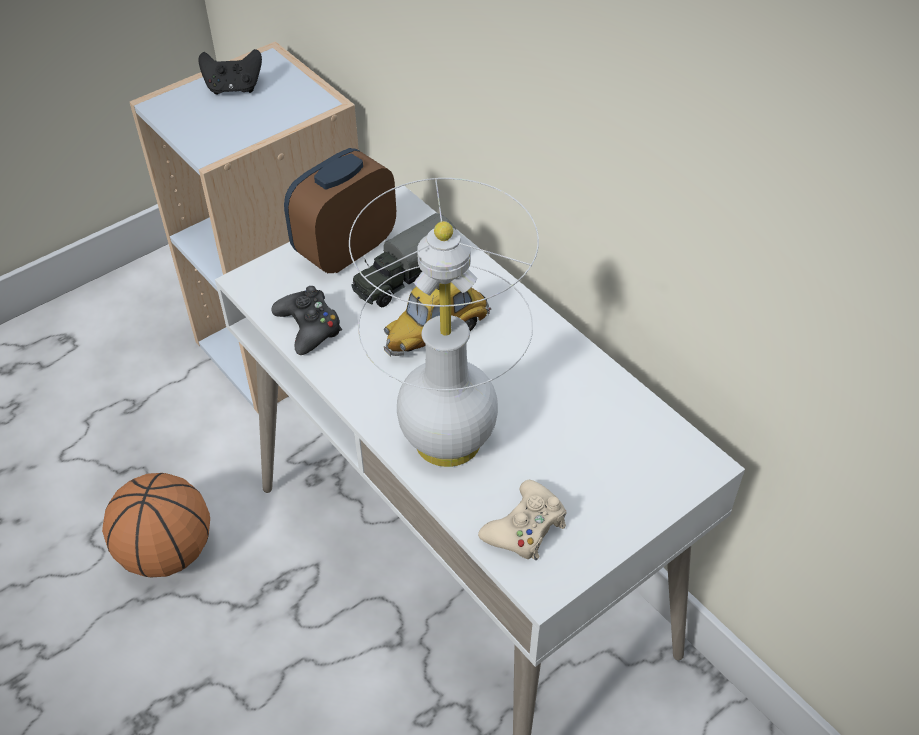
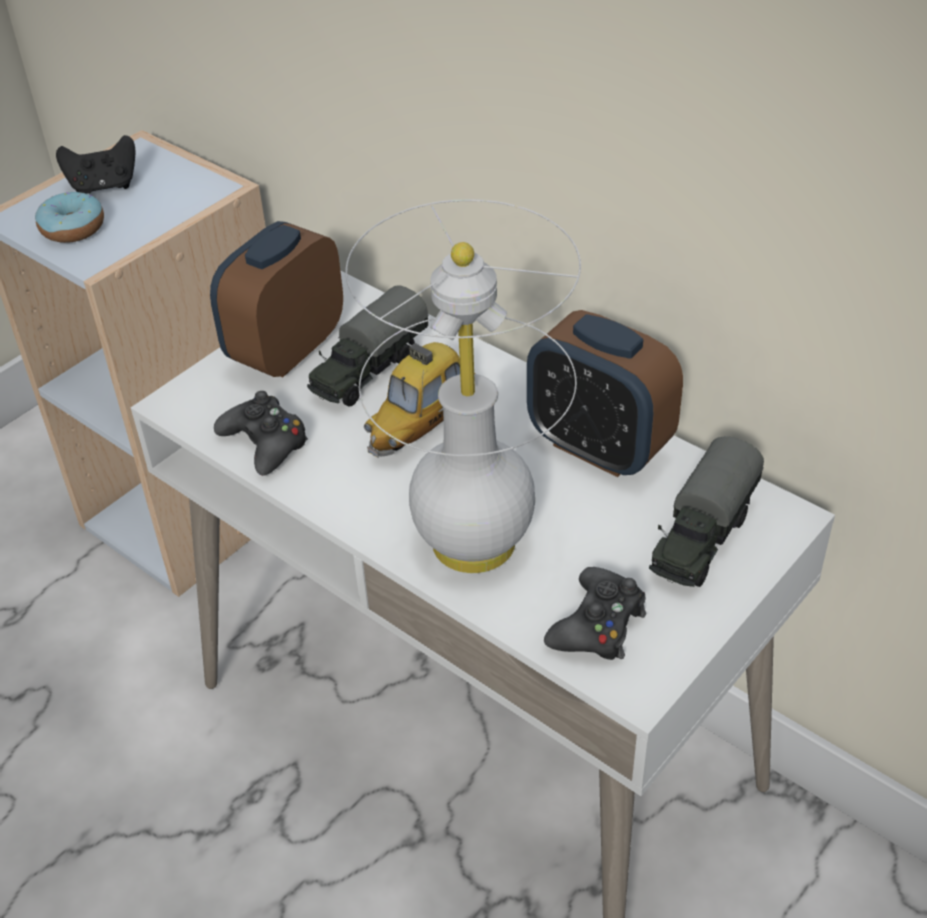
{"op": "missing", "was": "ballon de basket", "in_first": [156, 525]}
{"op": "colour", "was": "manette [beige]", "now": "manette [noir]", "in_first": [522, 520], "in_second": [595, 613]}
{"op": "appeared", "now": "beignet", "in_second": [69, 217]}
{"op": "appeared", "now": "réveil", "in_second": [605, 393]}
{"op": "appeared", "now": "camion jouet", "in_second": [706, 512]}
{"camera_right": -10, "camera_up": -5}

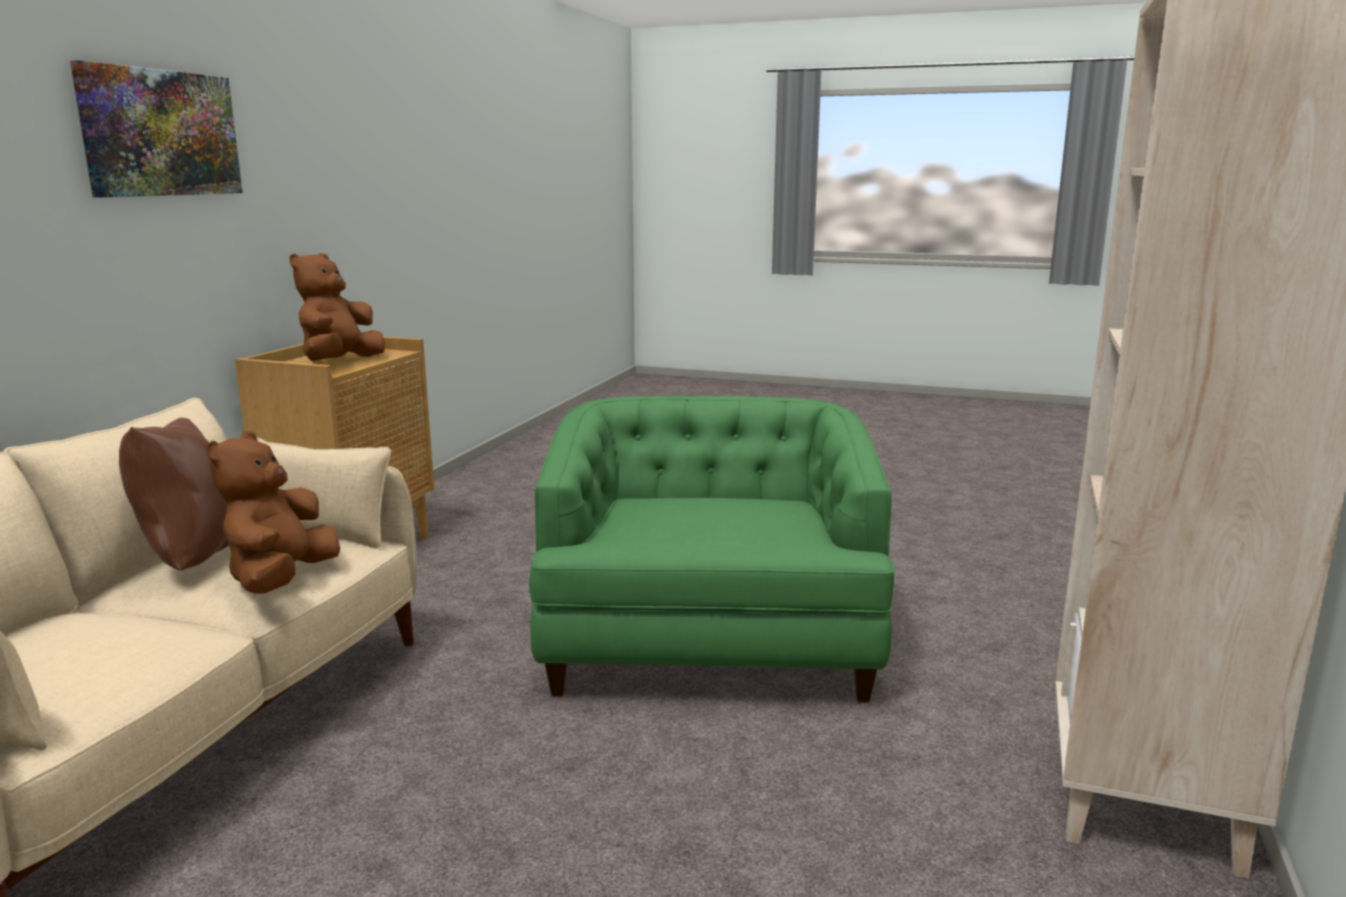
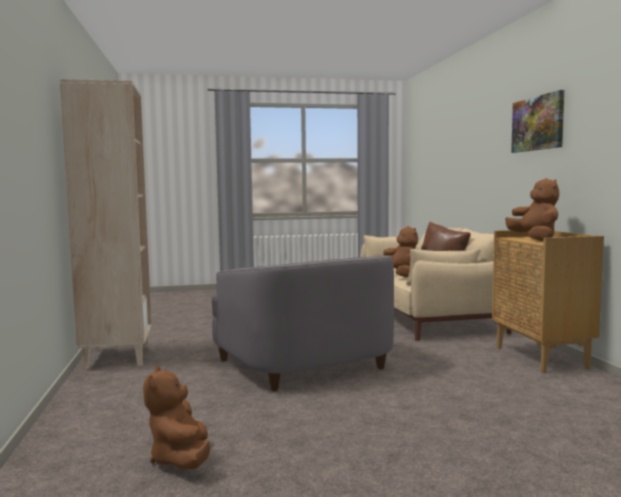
{"op": "colour", "was": "fauteuil [vert]", "now": "fauteuil [gris]", "in_first": [712, 549], "in_second": [303, 323]}
{"op": "appeared", "now": "peluche [marron]", "in_second": [176, 417]}
{"camera_right": 150, "camera_up": -10}

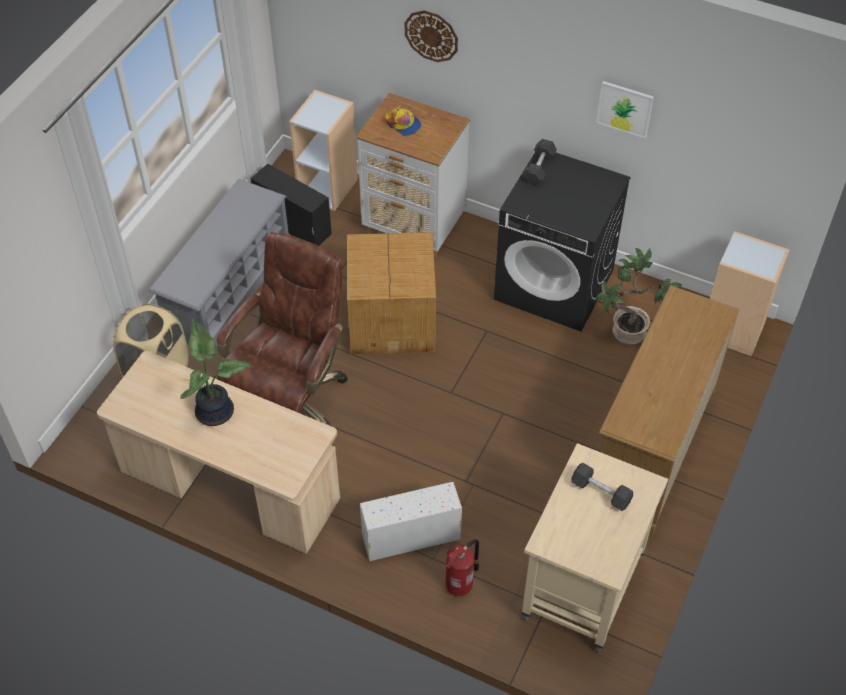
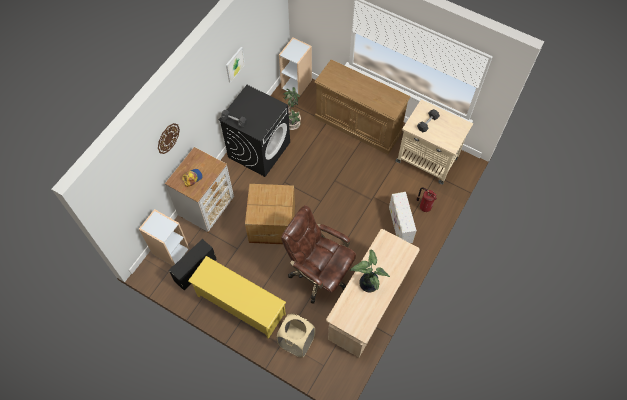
{"op": "colour", "was": "étagère à chaussures [gris]", "now": "étagère à chaussures [jaune]", "in_first": [219, 263], "in_second": [237, 297]}
{"camera_right": -85, "camera_up": 10}

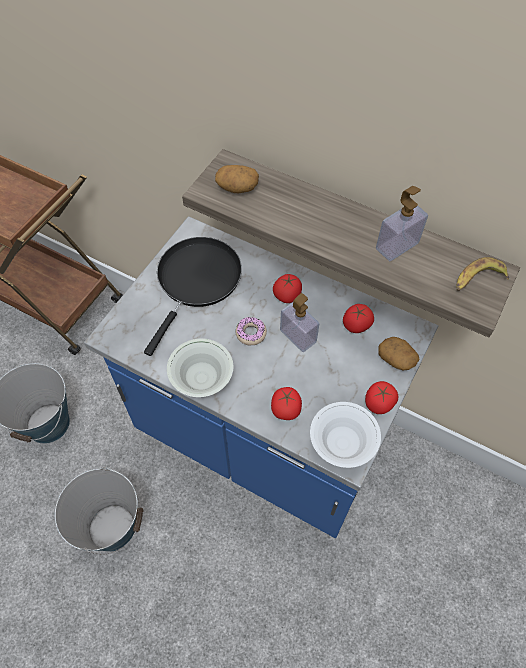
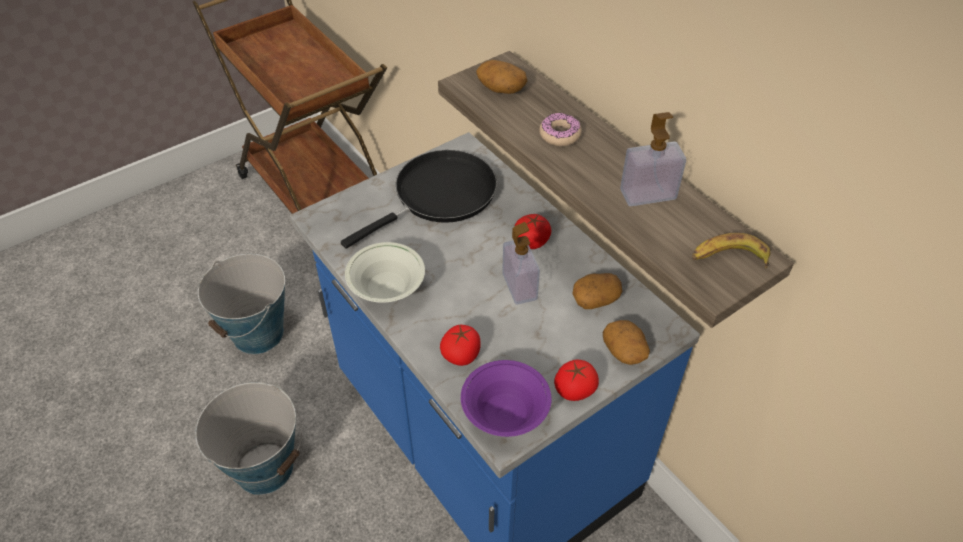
{"op": "relocated", "was": "beignet", "in_first": [251, 331], "in_second": [560, 129]}
{"op": "colour", "was": "bol [blanc]", "now": "bol [violet]", "in_first": [345, 435], "in_second": [506, 398]}
{"op": "exchanged", "was": "tomate", "now": "pomme de terre", "in_first": [358, 318], "in_second": [597, 291]}
{"camera_right": 25, "camera_up": -10}

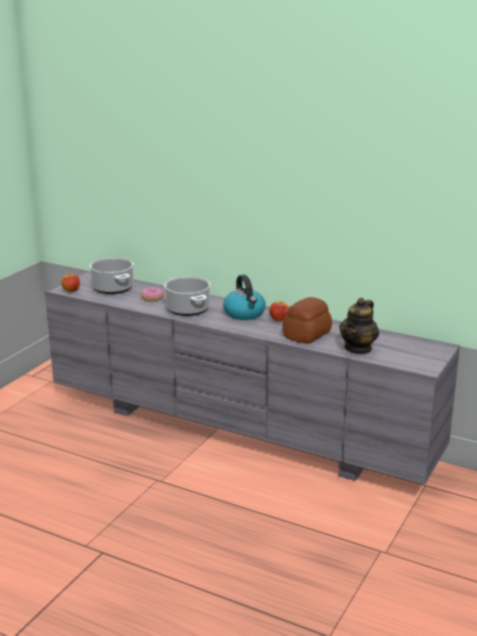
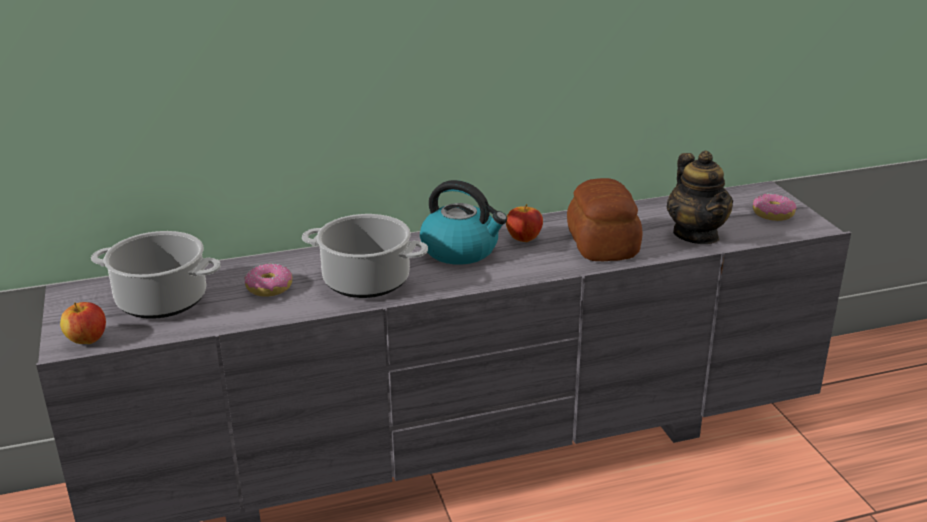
{"op": "appeared", "now": "beignet", "in_second": [775, 207]}
{"camera_right": -45, "camera_up": 5}

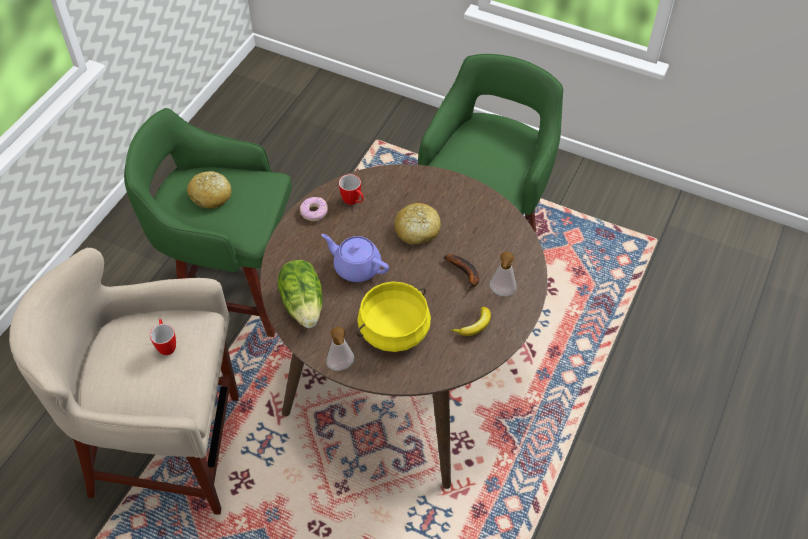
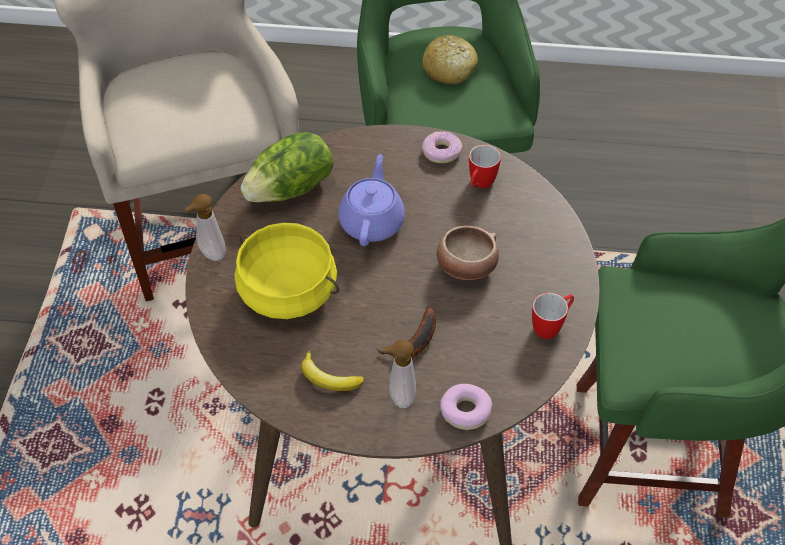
{"op": "relocated", "was": "mug", "in_first": [163, 337], "in_second": [553, 315]}
{"op": "exchanged", "was": "pain", "now": "bol", "in_first": [418, 224], "in_second": [468, 253]}
{"op": "appeared", "now": "beignet", "in_second": [466, 407]}
{"camera_right": 70, "camera_up": 0}

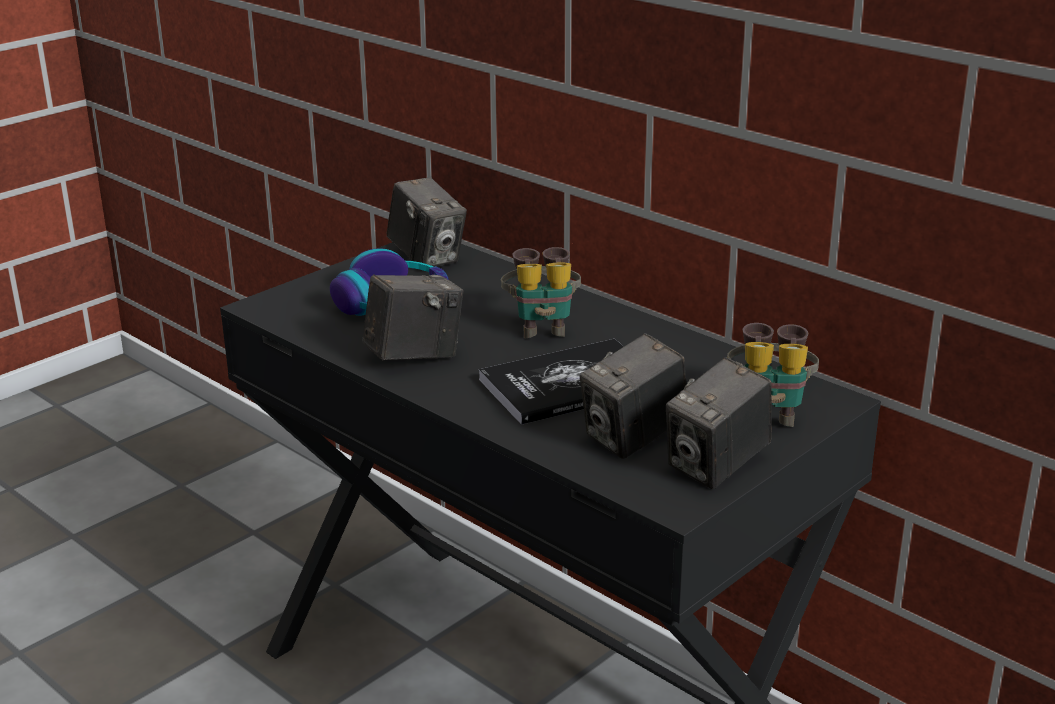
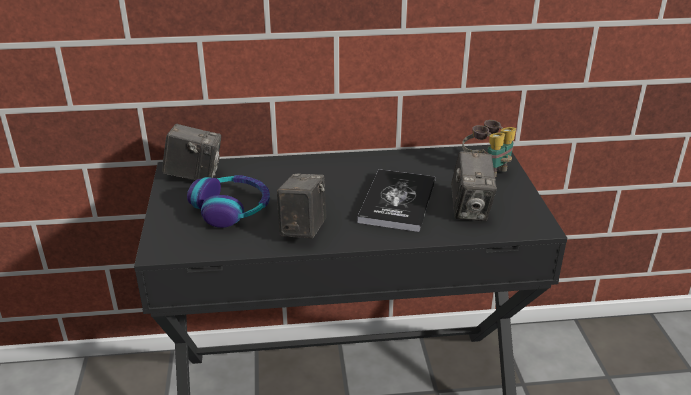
{"op": "missing", "was": "jumelles", "in_first": [541, 292]}
{"op": "missing", "was": "appareil photo", "in_first": [719, 423]}
{"camera_right": -50, "camera_up": 5}

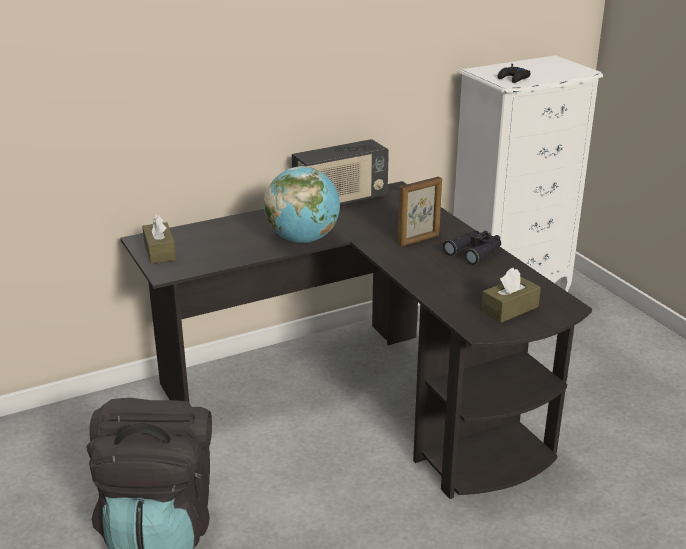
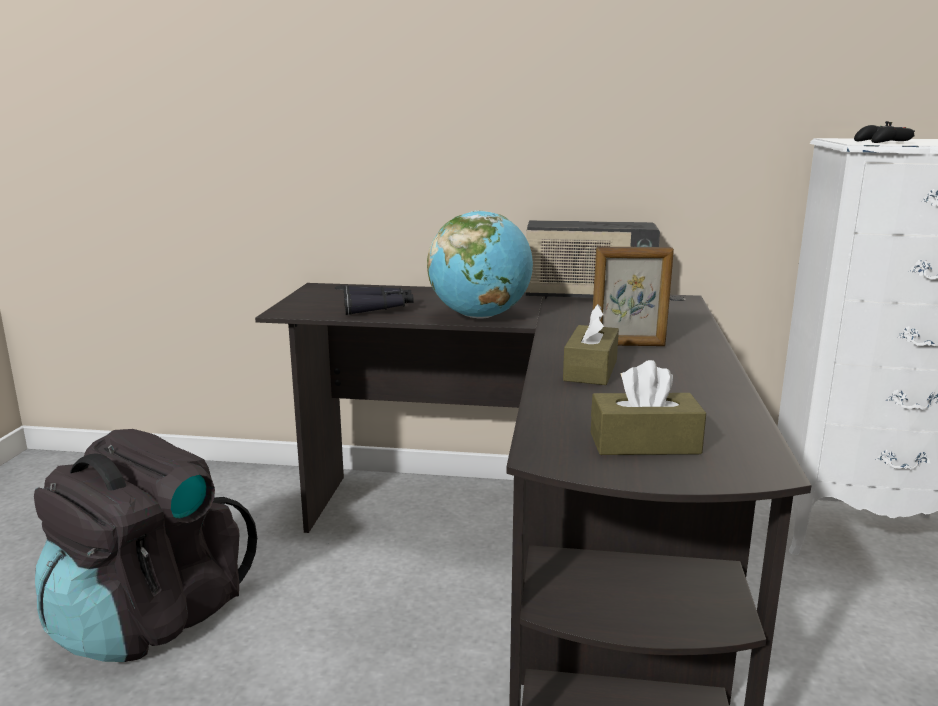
{"op": "relocated", "was": "boîte à mouchoirs [marron]", "in_first": [159, 239], "in_second": [591, 344]}
{"op": "relocated", "was": "jumelles [noir]", "in_first": [472, 248], "in_second": [378, 300]}
{"camera_right": 35, "camera_up": -10}

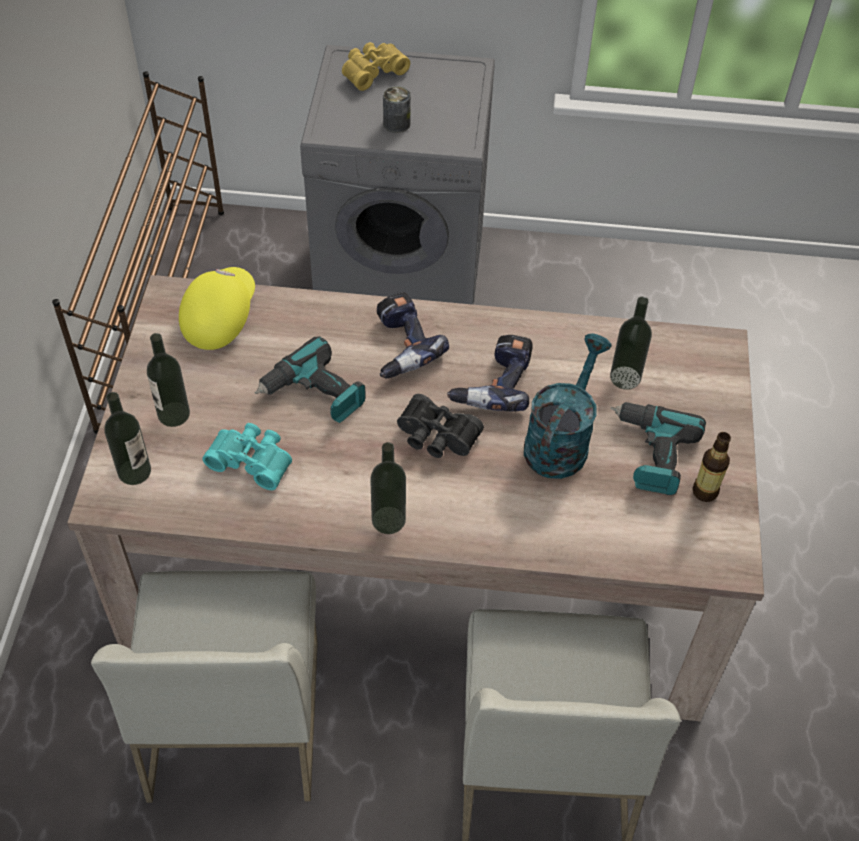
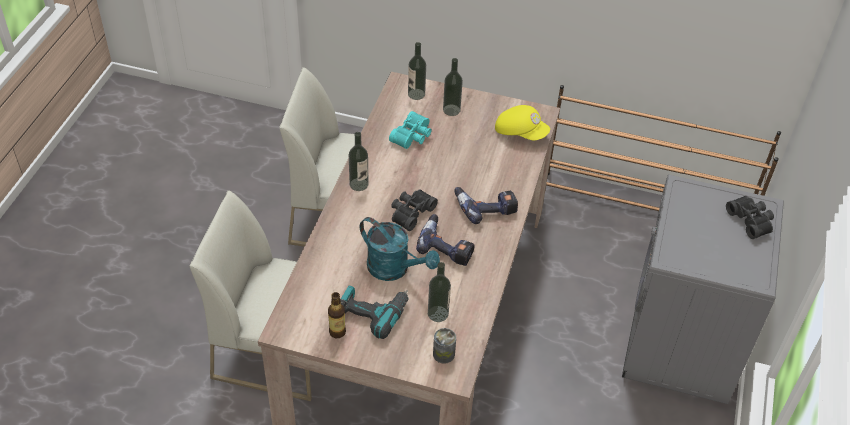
{"op": "missing", "was": "perceuse", "in_first": [310, 379]}
{"op": "colour", "was": "jumelles [jaune]", "now": "jumelles [noir]", "in_first": [376, 66], "in_second": [750, 217]}
{"op": "relocated", "was": "boîte métallique", "in_first": [397, 109], "in_second": [444, 346]}
{"camera_right": 100, "camera_up": -5}

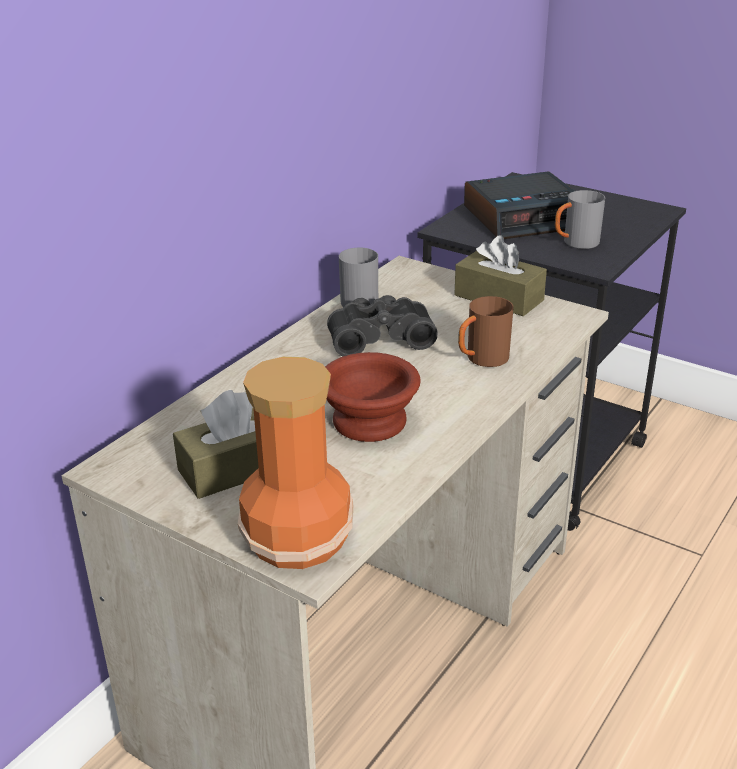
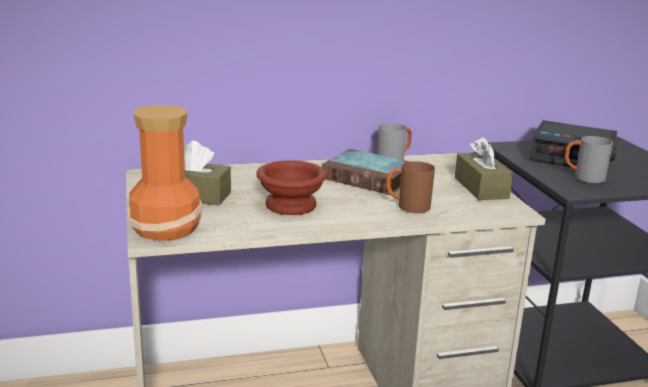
{"op": "exchanged", "was": "jumelles [noir]", "now": "livre", "in_first": [382, 325], "in_second": [366, 172]}
{"camera_right": 40, "camera_up": -10}

